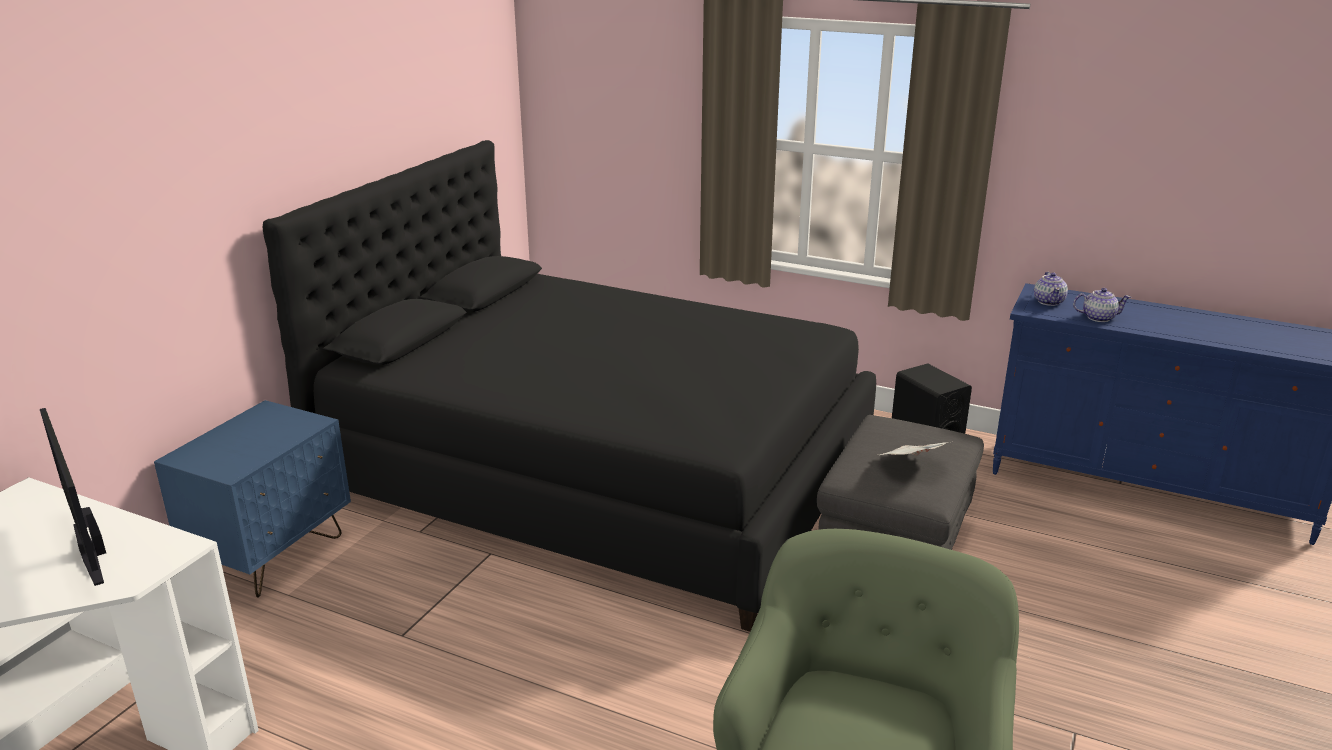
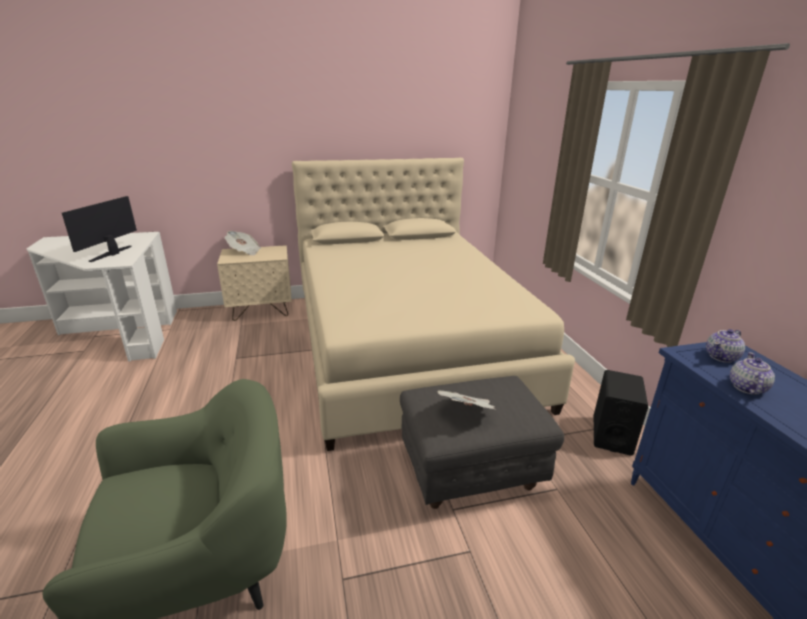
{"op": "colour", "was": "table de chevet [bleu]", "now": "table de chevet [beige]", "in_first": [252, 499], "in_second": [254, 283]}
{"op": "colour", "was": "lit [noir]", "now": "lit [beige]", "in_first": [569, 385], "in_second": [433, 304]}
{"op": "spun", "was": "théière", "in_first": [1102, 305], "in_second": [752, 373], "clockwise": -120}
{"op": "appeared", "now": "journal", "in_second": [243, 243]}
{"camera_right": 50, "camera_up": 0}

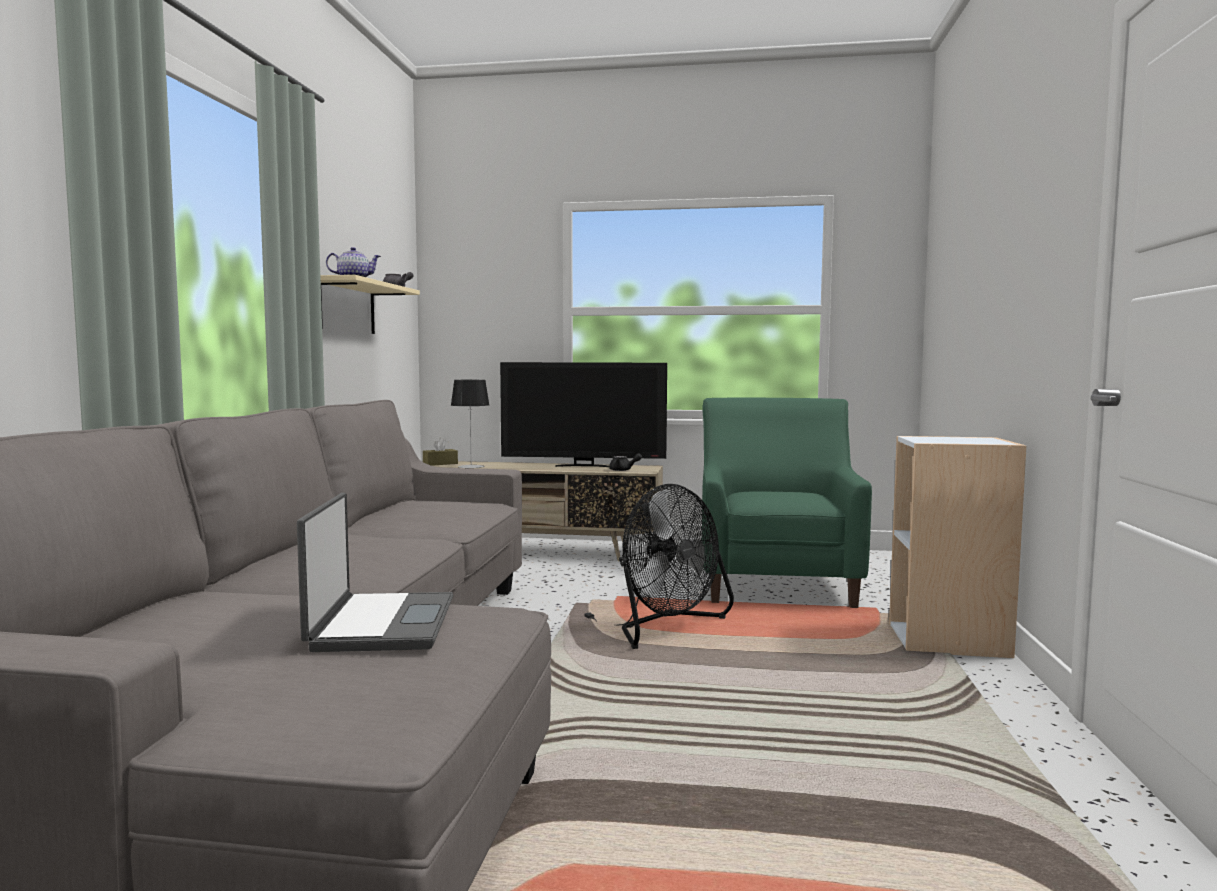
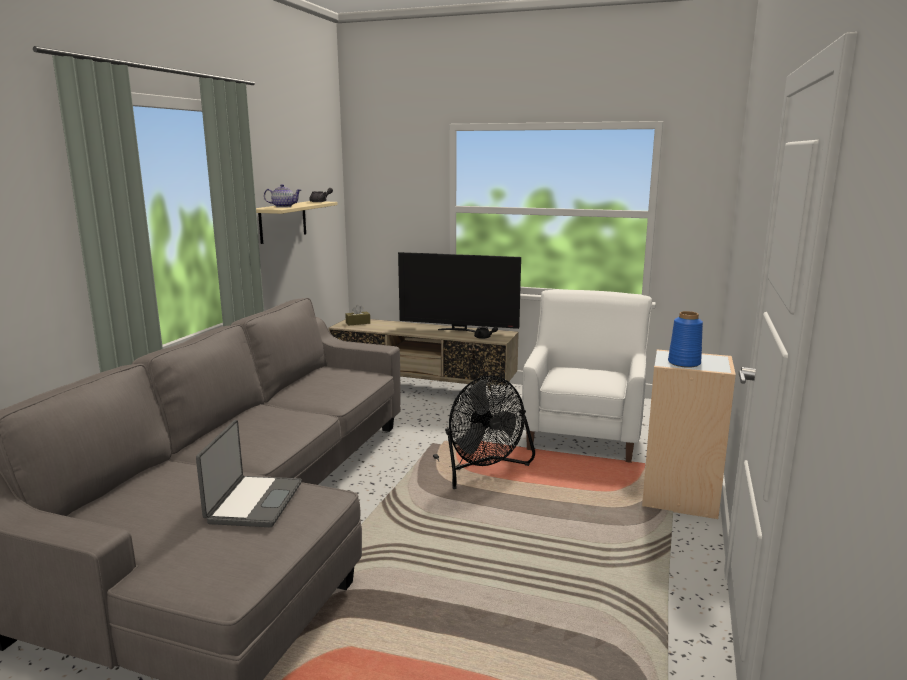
{"op": "missing", "was": "lampe de table", "in_first": [470, 424]}
{"op": "colour", "was": "fauteuil [vert]", "now": "fauteuil [blanc]", "in_first": [787, 503], "in_second": [587, 376]}
{"op": "appeared", "now": "vase [bleu]", "in_second": [685, 339]}
{"camera_right": 10, "camera_up": 10}

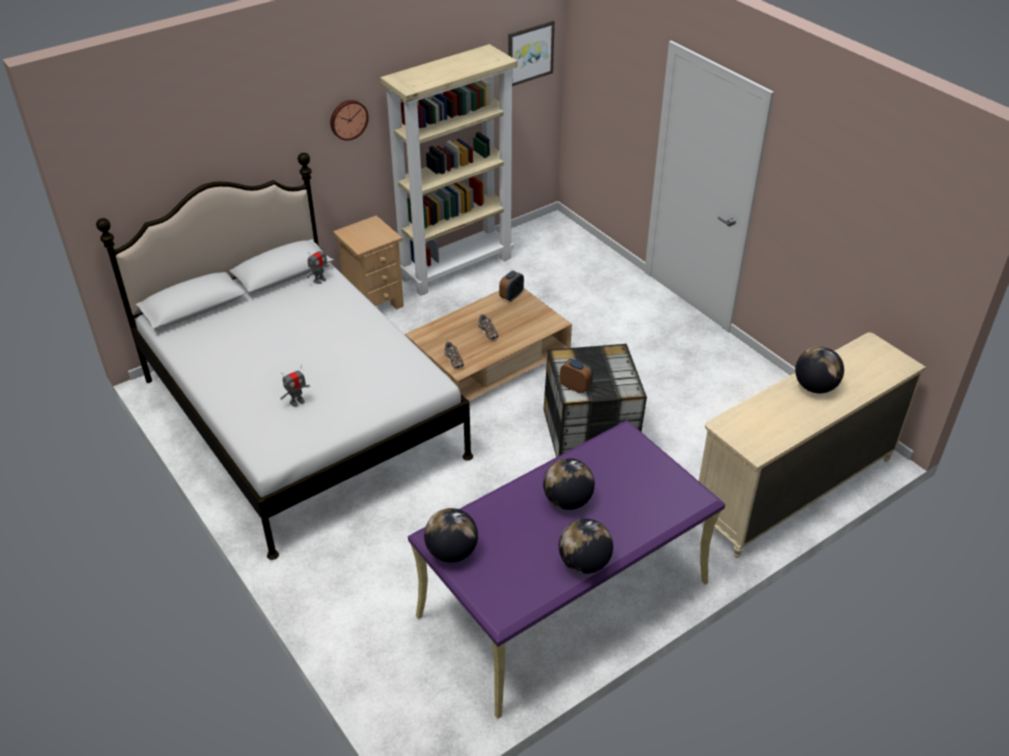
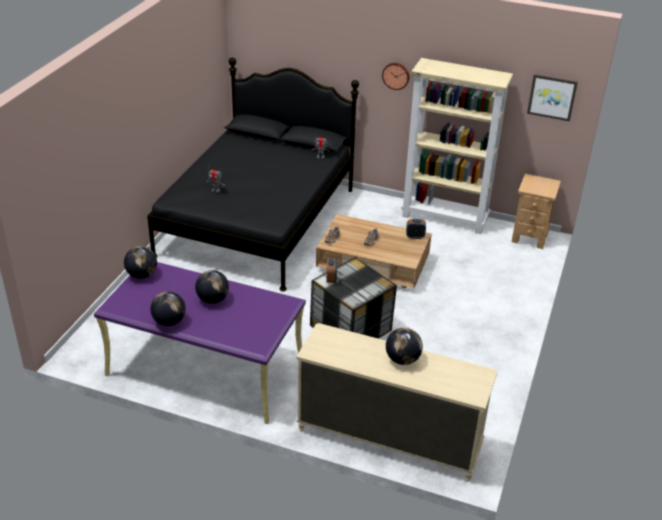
{"op": "colour", "was": "lit [blanc]", "now": "lit [noir]", "in_first": [284, 356], "in_second": [253, 174]}
{"op": "relocated", "was": "table de chevet [beige]", "in_first": [368, 262], "in_second": [536, 211]}
{"camera_right": 55, "camera_up": -5}

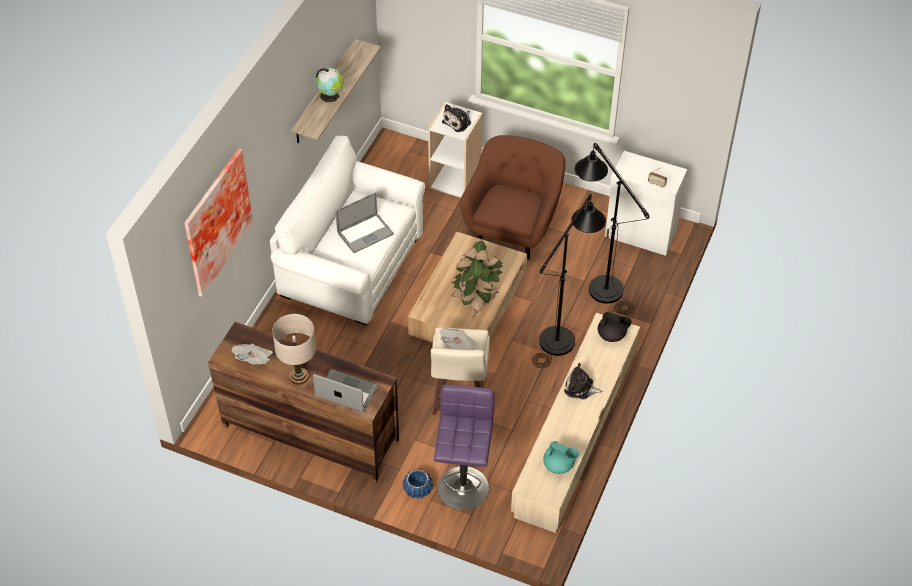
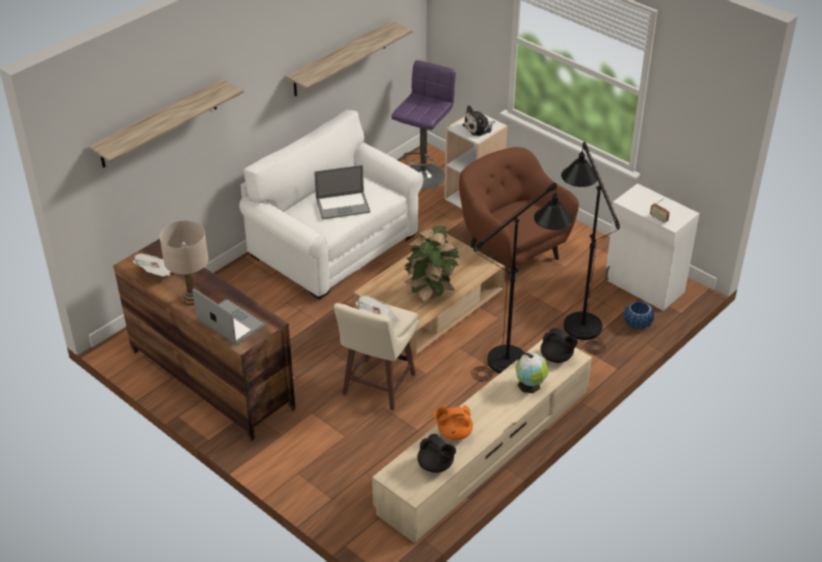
{"op": "exchanged", "was": "tableau", "now": "étagère", "in_first": [218, 222], "in_second": [166, 123]}
{"op": "relocated", "was": "globe", "in_first": [330, 85], "in_second": [532, 373]}
{"op": "relocated", "was": "cache-pot [bleu]", "in_first": [418, 484], "in_second": [639, 315]}
{"op": "relocated", "was": "tabouret [violet]", "in_first": [464, 447], "in_second": [424, 124]}
{"op": "spun", "was": "fauteuil [marron]", "in_first": [512, 197], "in_second": [519, 211], "clockwise": -75}
{"op": "colour", "was": "théière [turquoise]", "now": "théière [noir]", "in_first": [561, 457], "in_second": [436, 453]}
{"op": "missing", "was": "peluche", "in_first": [583, 381]}
{"op": "appeared", "now": "théière [orange]", "in_second": [453, 422]}
{"camera_right": 20, "camera_up": -10}

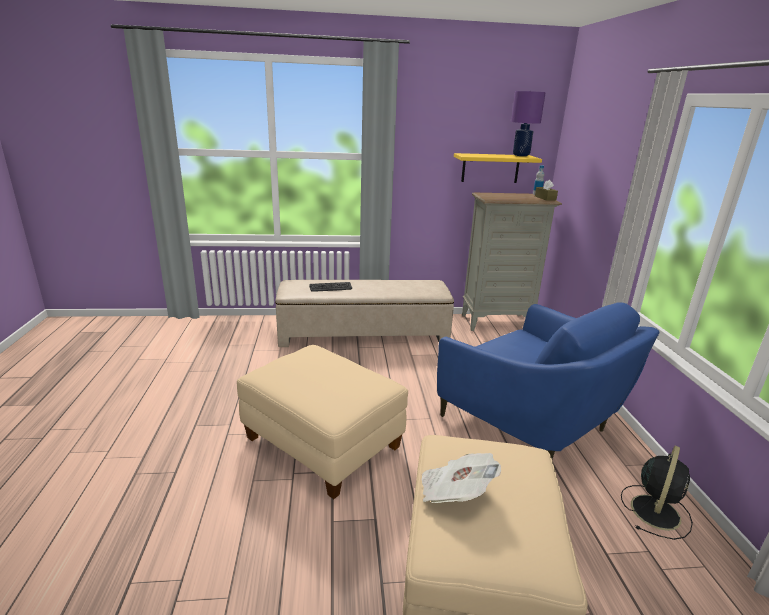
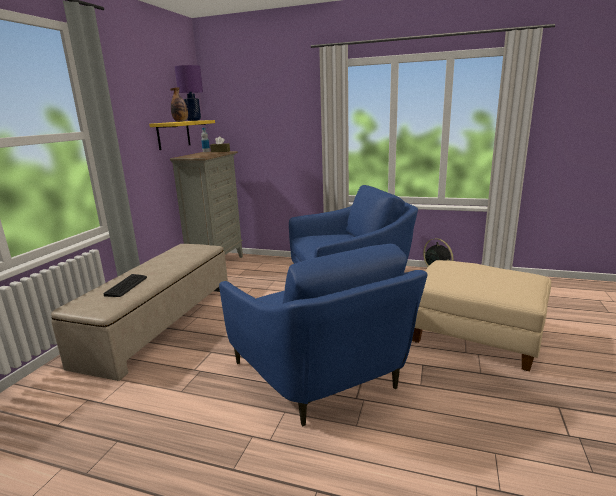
{"op": "exchanged", "was": "pouf [beige]", "now": "fauteuil [bleu]", "in_first": [322, 422], "in_second": [323, 335]}
{"op": "missing", "was": "journal", "in_first": [461, 478]}
{"op": "appeared", "now": "bouteille", "in_second": [179, 105]}
{"camera_right": -65, "camera_up": -5}

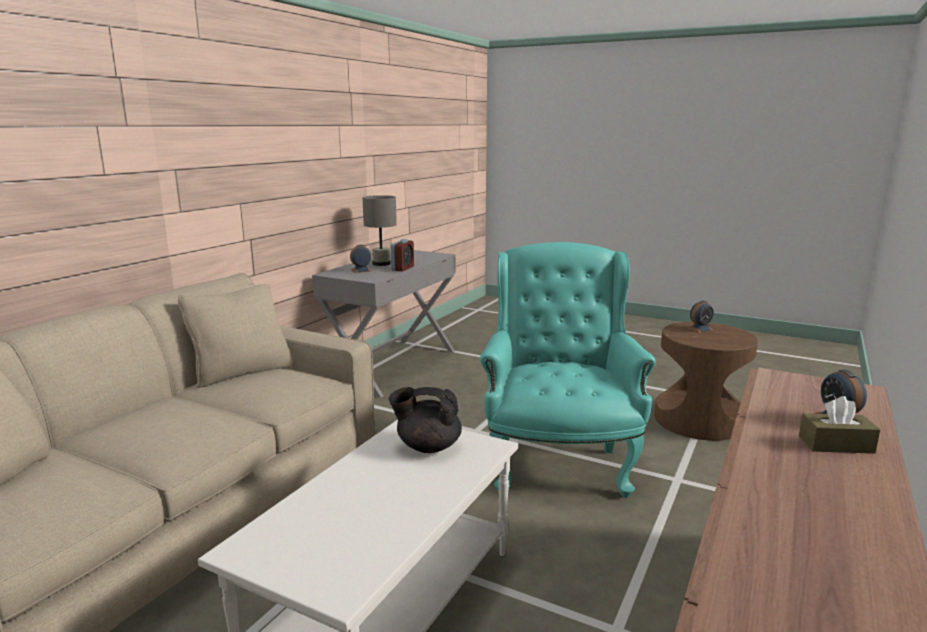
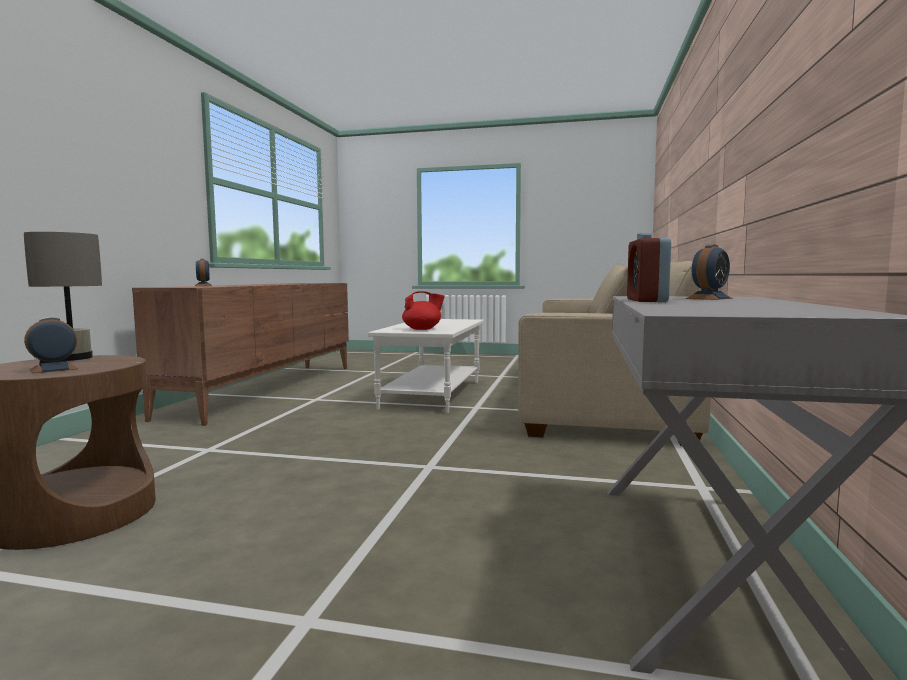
{"op": "relocated", "was": "lampe de table [gris]", "in_first": [380, 230], "in_second": [63, 296]}
{"op": "colour", "was": "théière [noir]", "now": "théière [rouge]", "in_first": [425, 420], "in_second": [423, 310]}
{"op": "missing", "was": "fauteuil [turquoise]", "in_first": [567, 370]}
{"op": "missing", "was": "boîte à mouchoirs [marron]", "in_first": [839, 425]}
{"camera_right": 165, "camera_up": -10}

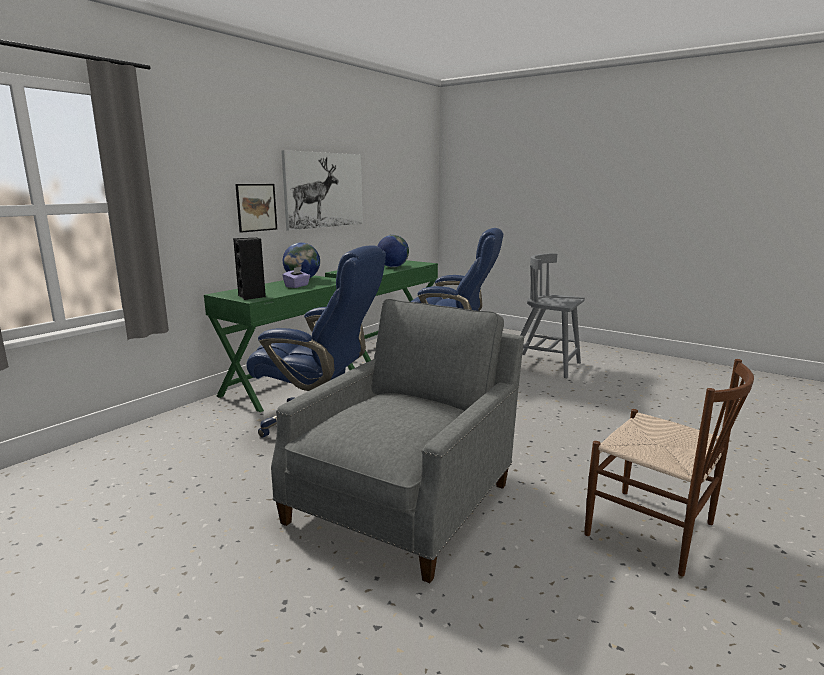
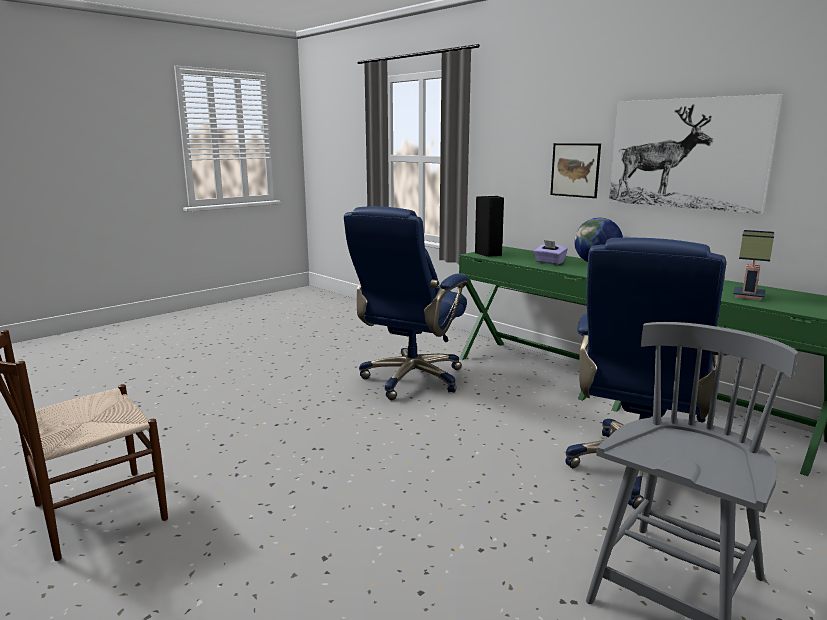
{"op": "missing", "was": "fauteuil [gris]", "in_first": [397, 441]}
{"op": "exchanged", "was": "globe", "now": "lampe de table", "in_first": [393, 251], "in_second": [753, 265]}
{"camera_right": 100, "camera_up": 0}

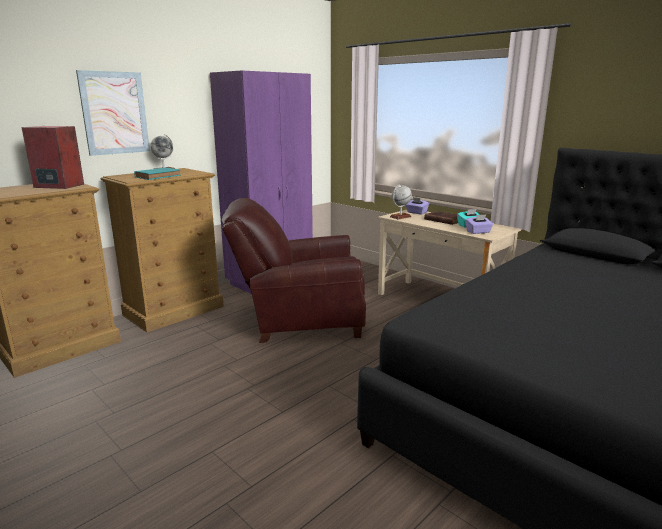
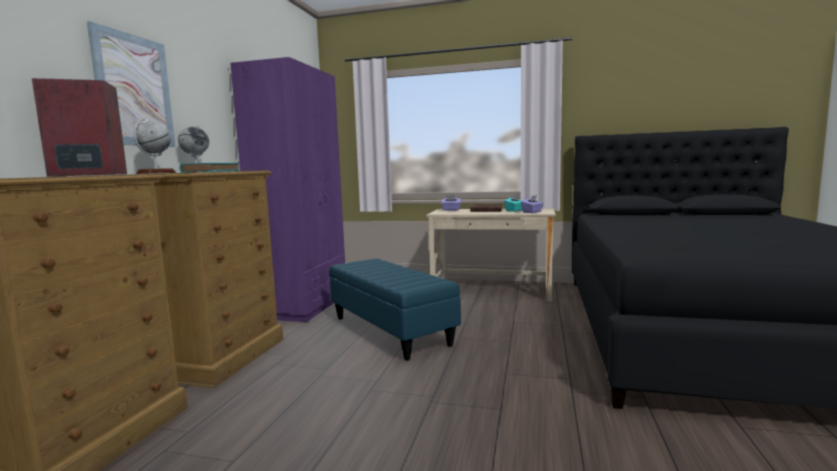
{"op": "exchanged", "was": "fauteuil [marron]", "now": "pouf [bleu]", "in_first": [294, 270], "in_second": [395, 309]}
{"op": "relocated", "was": "globe", "in_first": [401, 202], "in_second": [154, 146]}
{"camera_right": -30, "camera_up": -10}

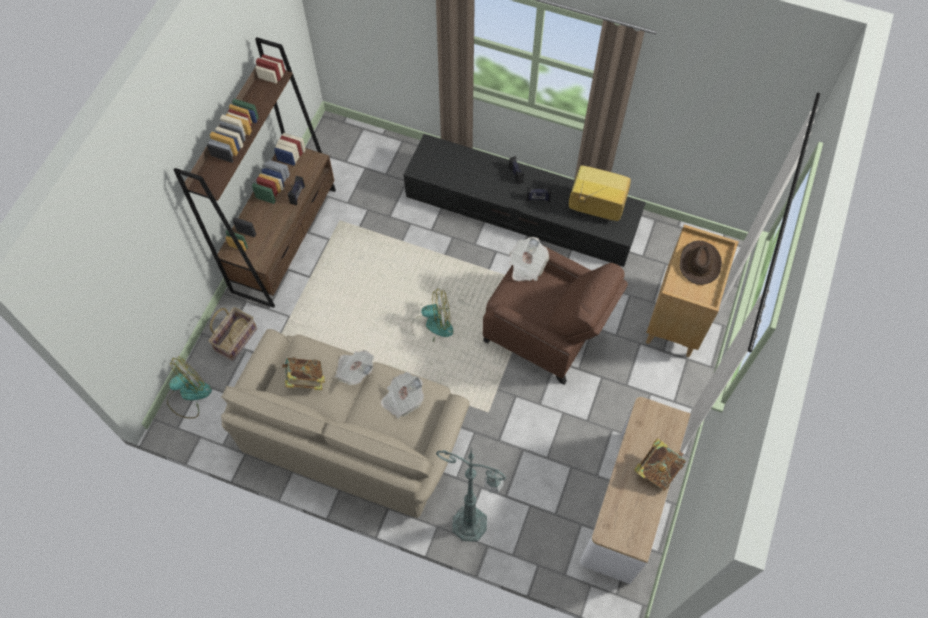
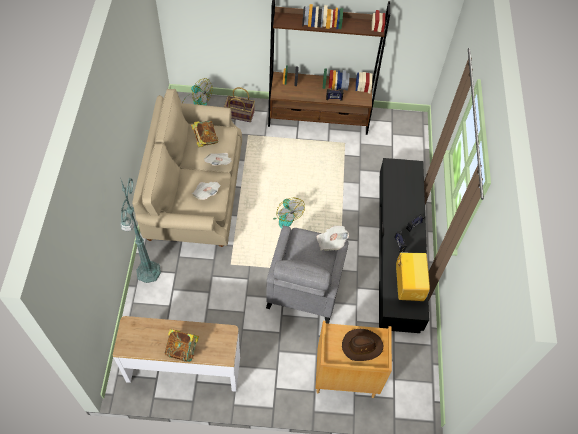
{"op": "colour", "was": "fauteuil [marron]", "now": "fauteuil [gris]", "in_first": [555, 315], "in_second": [307, 275]}
{"camera_right": 70, "camera_up": -5}

